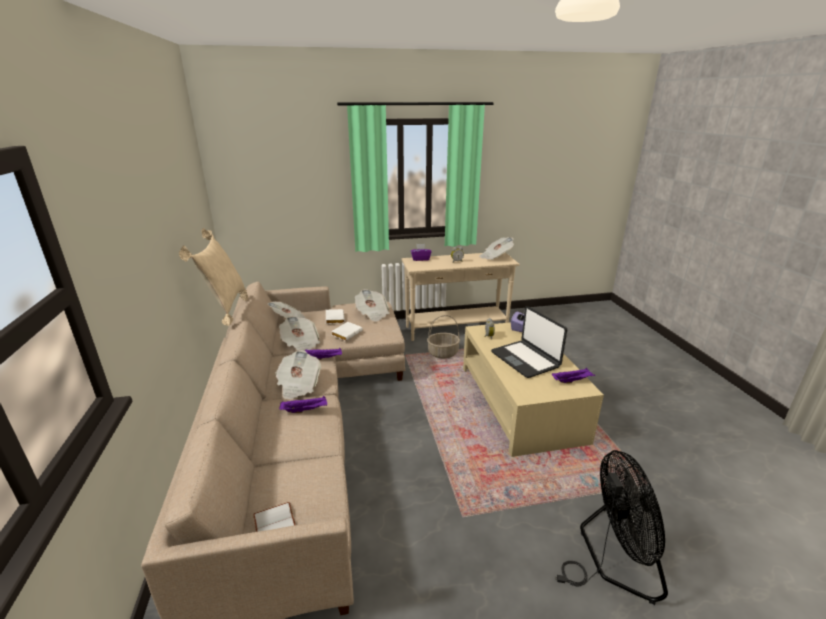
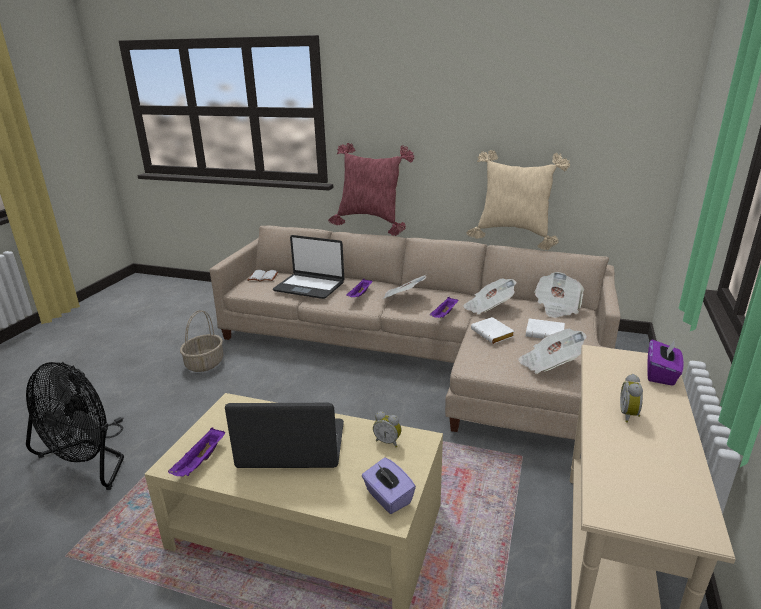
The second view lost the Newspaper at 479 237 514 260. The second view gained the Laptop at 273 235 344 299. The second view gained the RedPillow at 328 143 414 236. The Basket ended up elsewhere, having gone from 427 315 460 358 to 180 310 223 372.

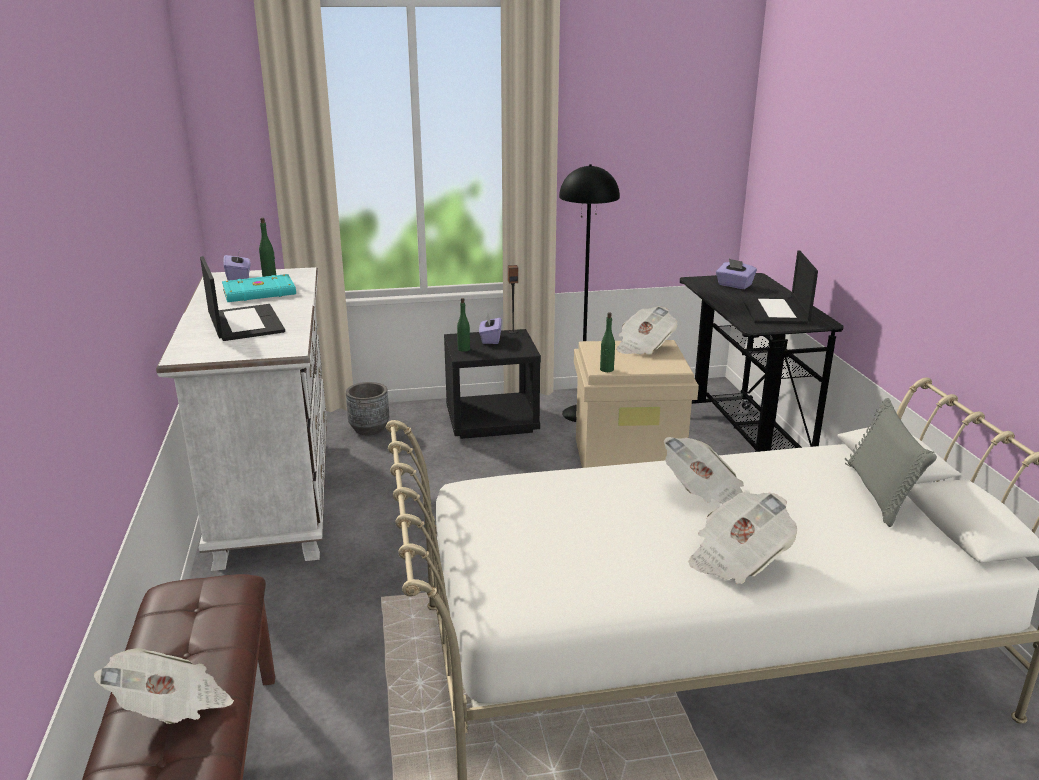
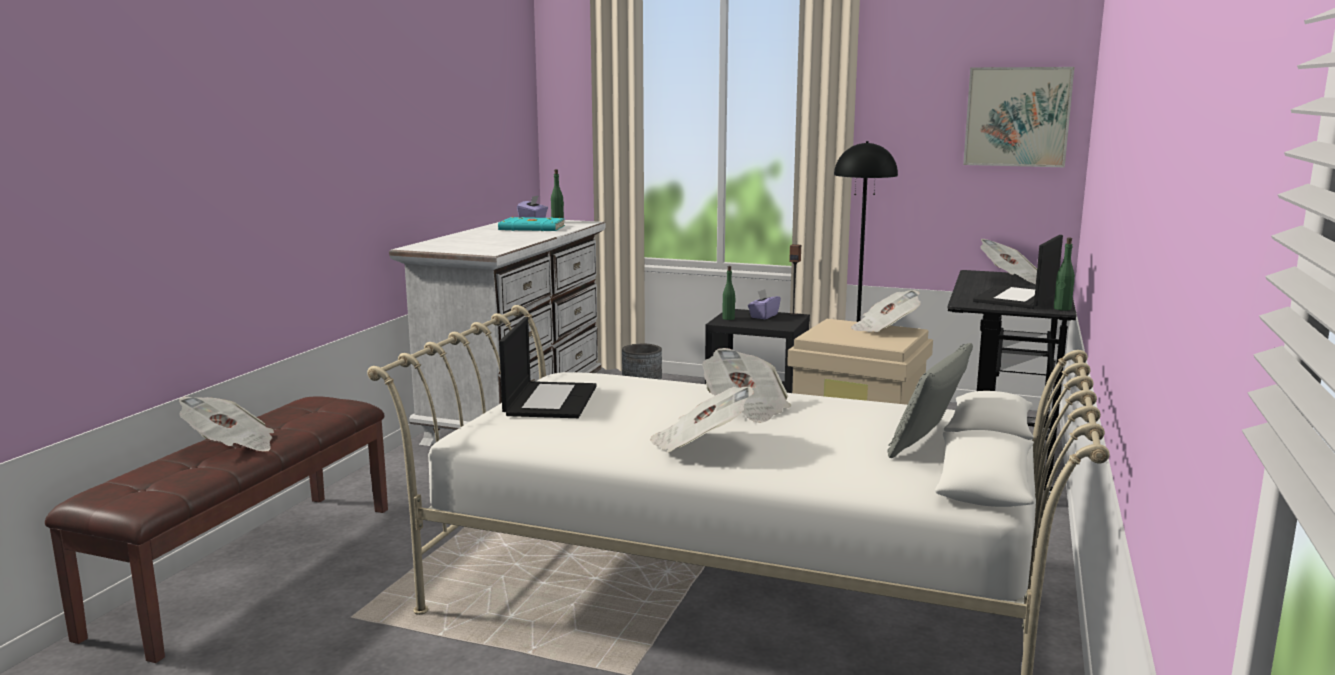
The second view gained the Picture at 963 67 1075 167. The Laptop ended up elsewhere, having gone from 200 256 285 341 to 499 317 597 418. The GreenBottle ended up elsewhere, having gone from 600 312 615 372 to 1054 237 1075 311. Where the PurpleTissueBox stood at 716 259 757 289, the Newspaper came to stand at 981 239 1037 284.

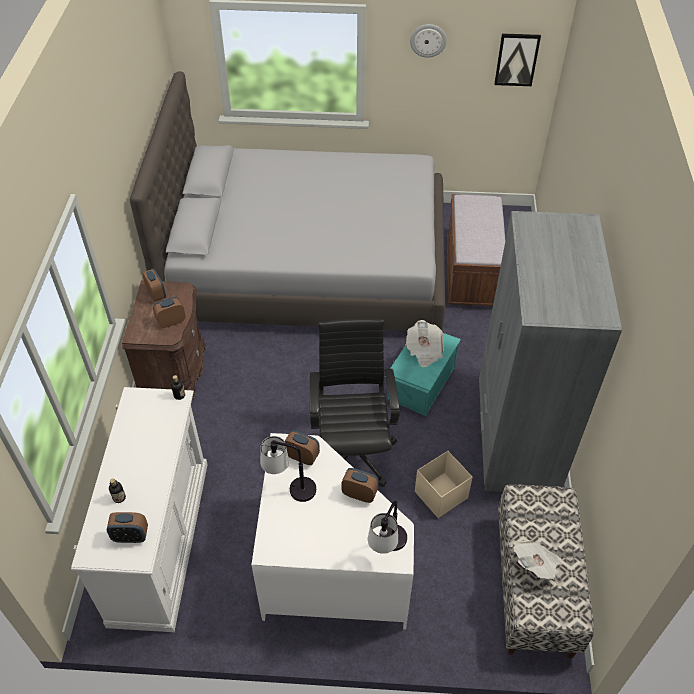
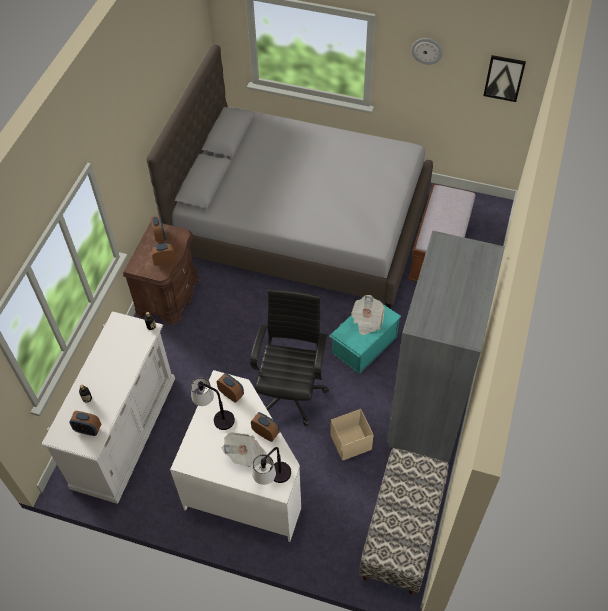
The Newspaper ended up elsewhere, having gone from 514 540 562 579 to 222 432 266 467.

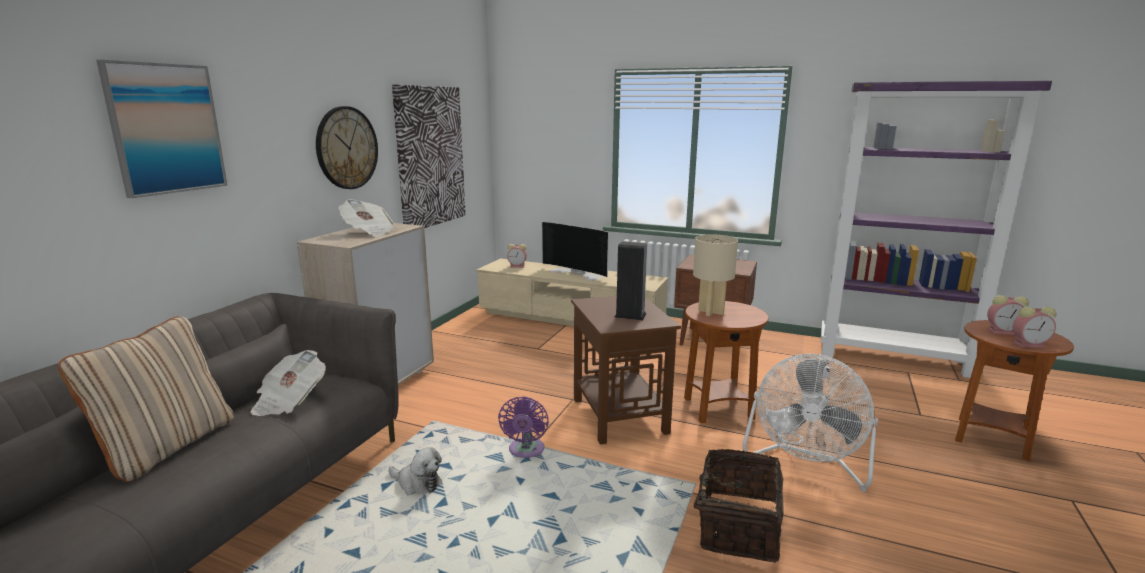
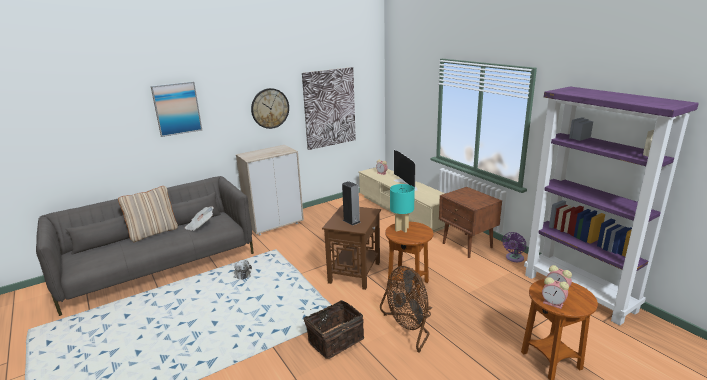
The second view lost the Newspaper at 338 199 396 237. The PurpleFan ended up elsewhere, having gone from 498 396 549 458 to 502 232 526 262. What was the BeigeTableLamp at 693 235 738 316 turned into the TurquoiseTableLamp at 390 184 415 233. What was the WhiteFan at 742 354 878 492 turned into the BrownFan at 380 266 431 353.

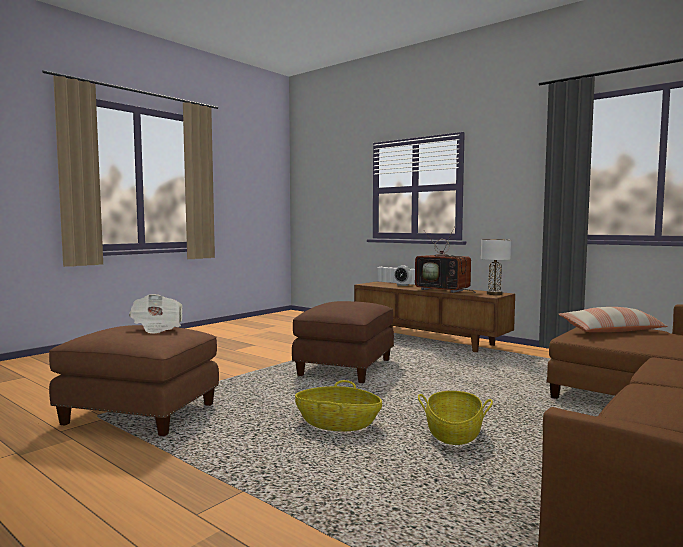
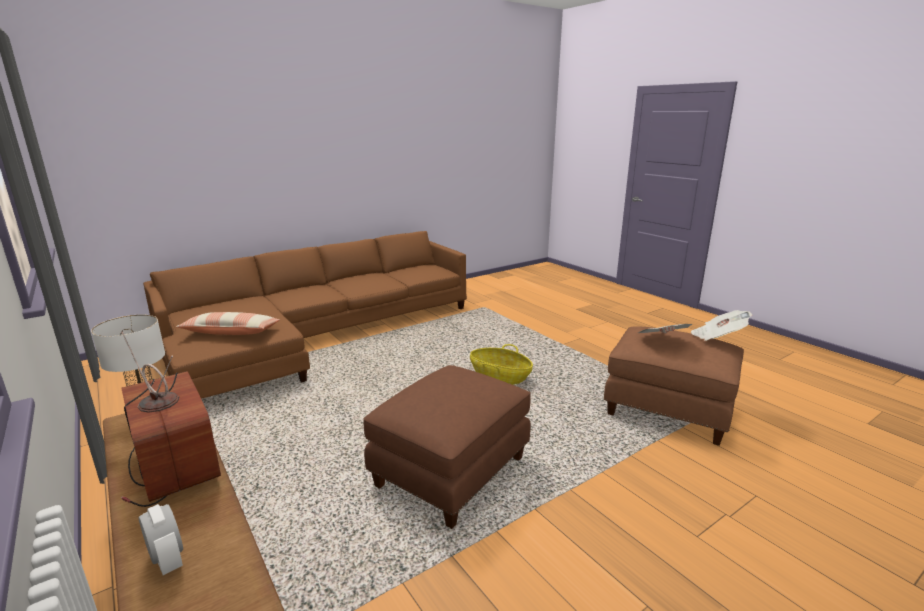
The second view lost the Basket at 418 391 493 445. The second view gained the Newspaper at 691 310 753 341.

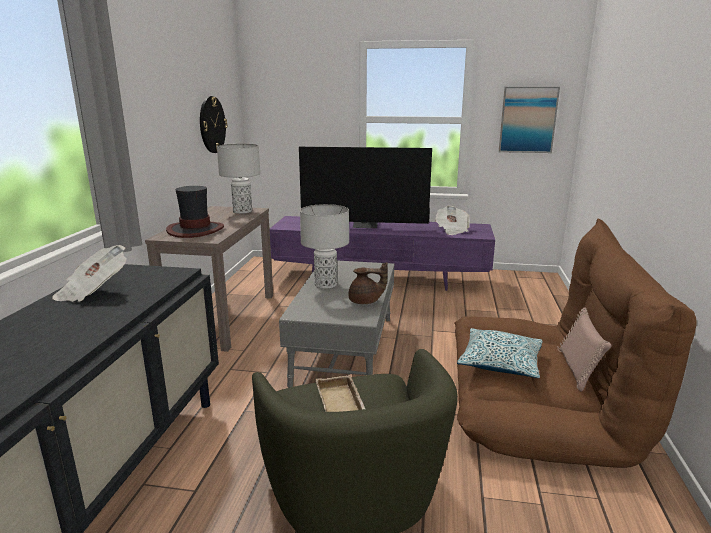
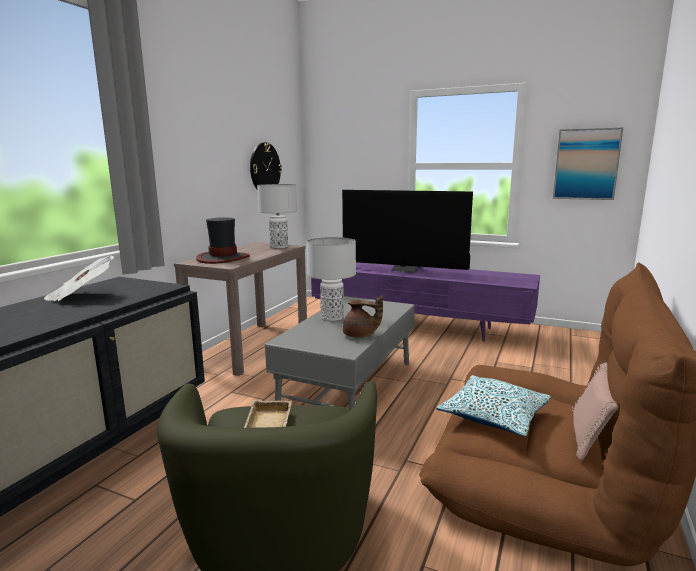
The second view lost the Newspaper at 435 206 470 235.

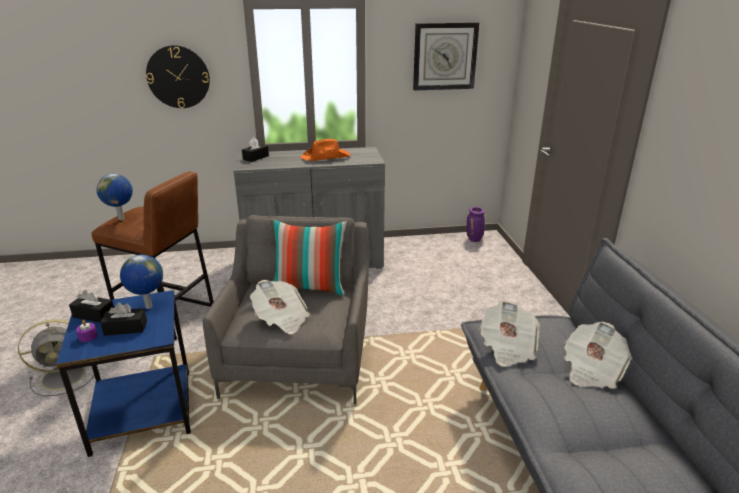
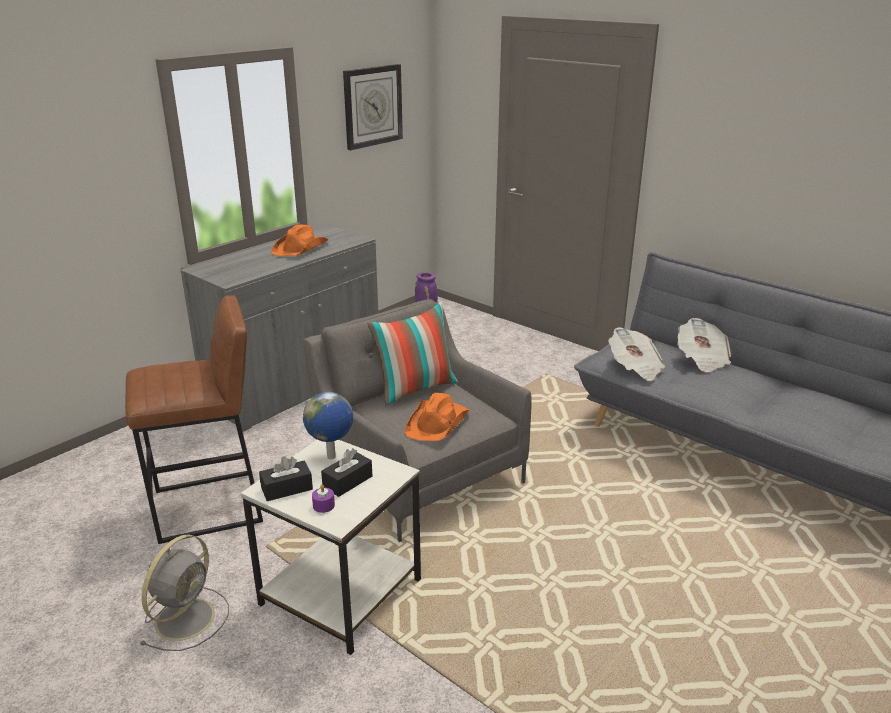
The second view lost the Globe at 96 174 133 220. The second view lost the WallClock at 146 45 210 108. The second view lost the BlackTissueBox at 242 137 269 162. Where the Newspaper stood at 250 280 310 334, the OrangeHat came to stand at 404 393 470 441. What was the BlueSideTable at 56 290 191 457 turned into the WhiteSideTable at 241 440 421 655.

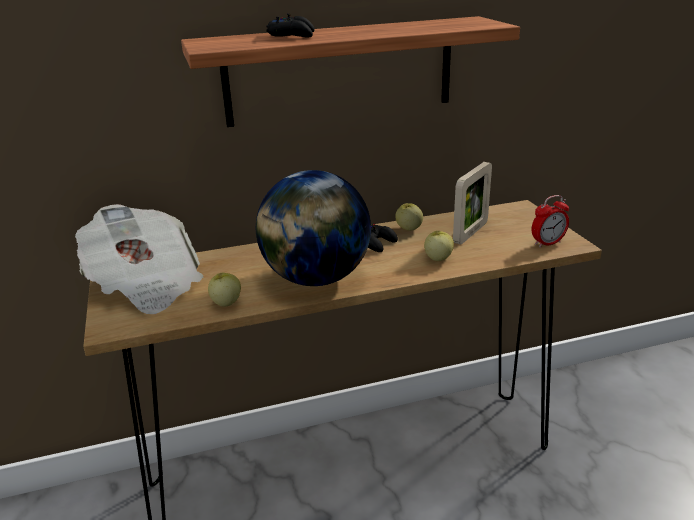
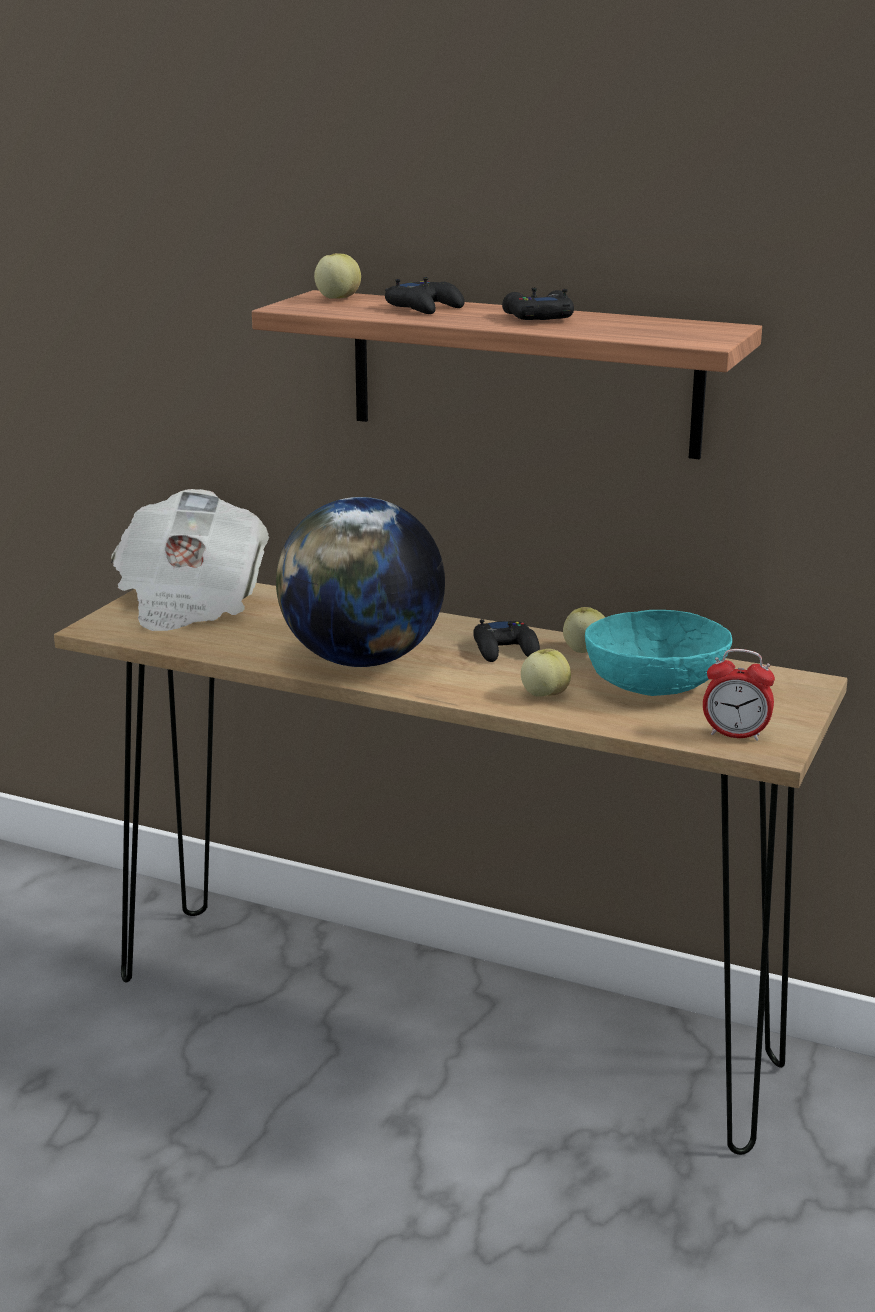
The second view gained the BlackGameController at 502 288 574 320. The Apple ended up elsewhere, having gone from 208 273 241 307 to 314 253 361 299. Where the PictureFrame stood at 453 162 492 244, the TurquoiseBowl came to stand at 585 610 732 696.

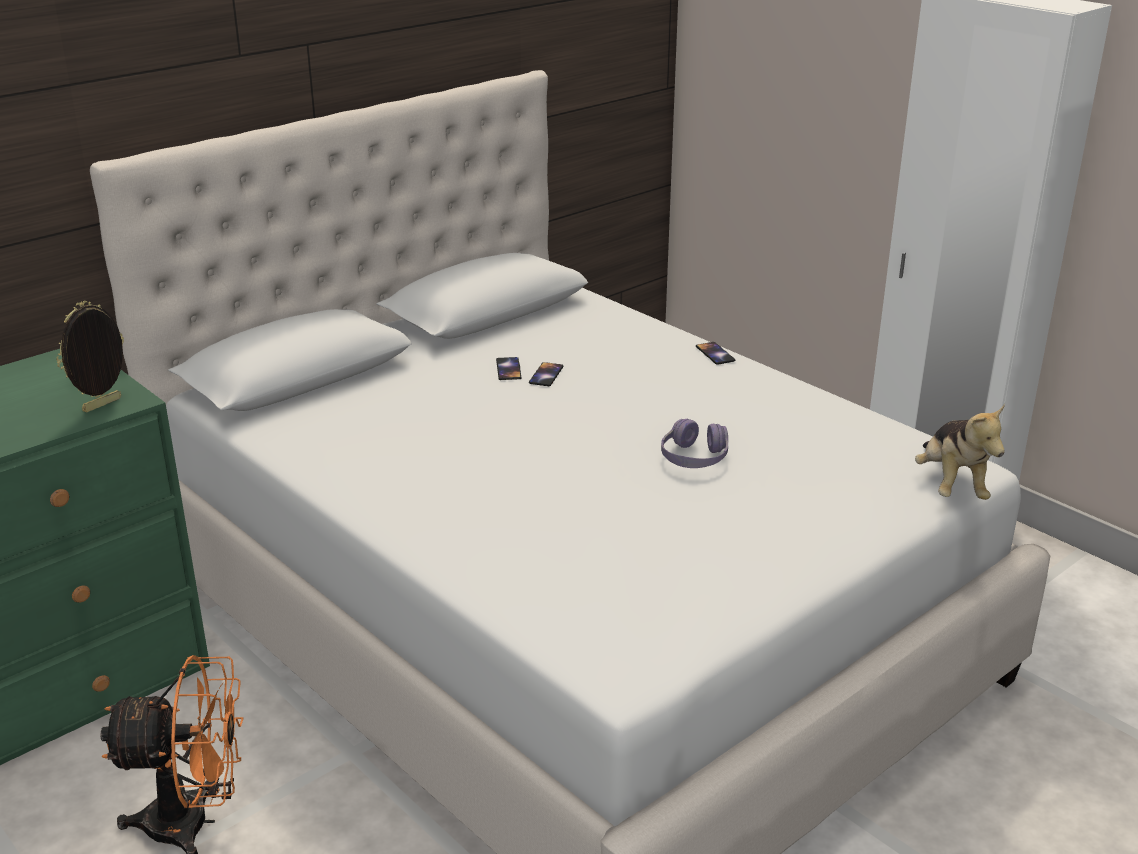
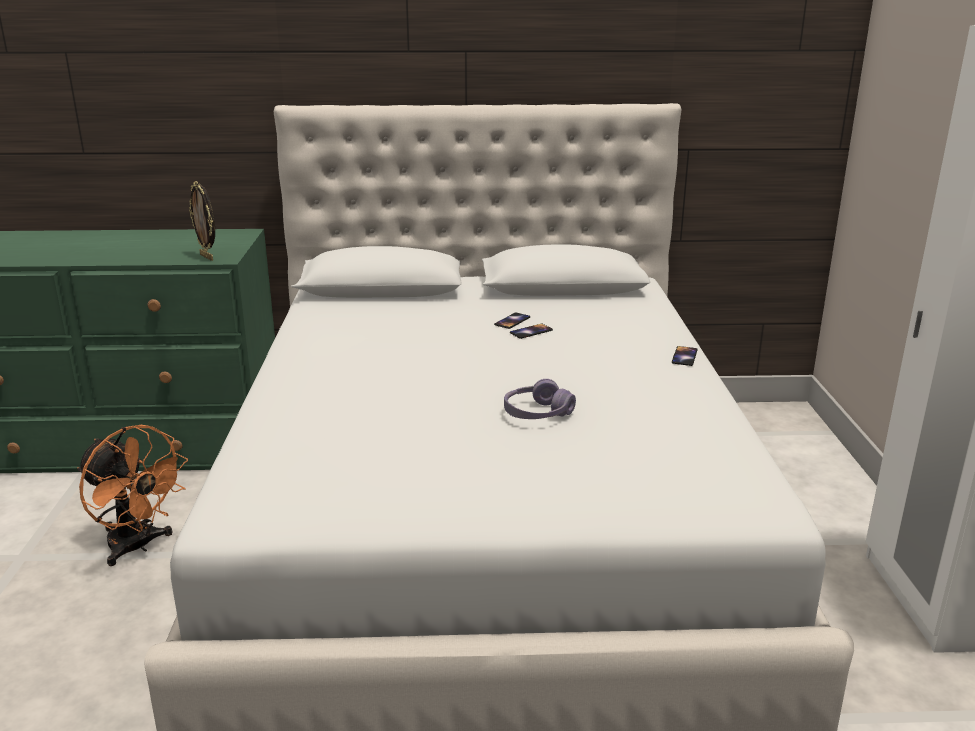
The second view lost the PlushToy at 915 404 1005 500. The PictureFrame at 56 301 124 413 ended up facing another way, 120 degrees counterclockwise from before.

